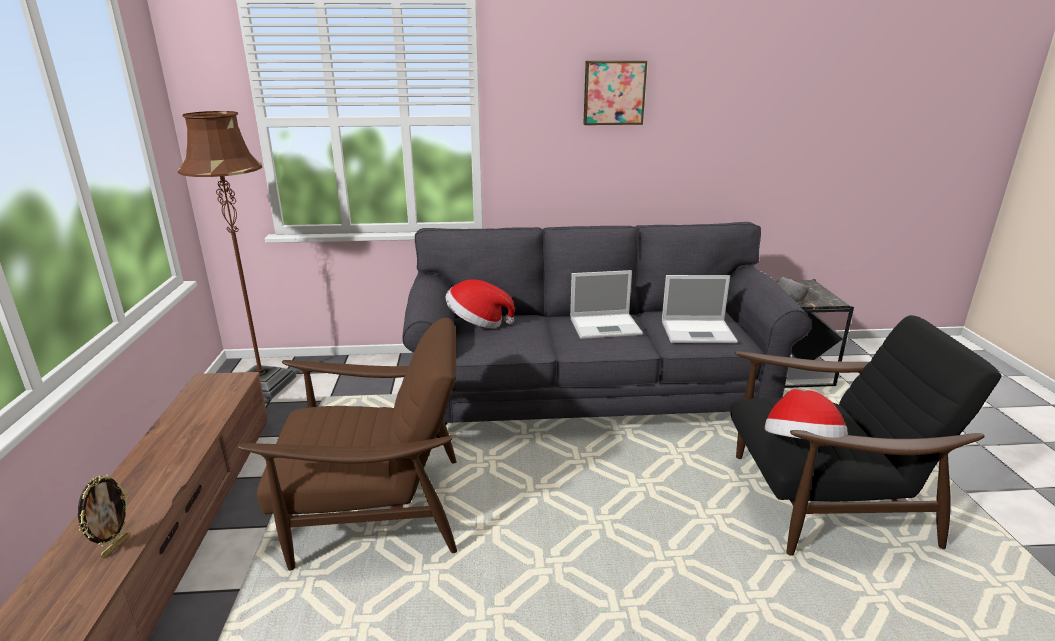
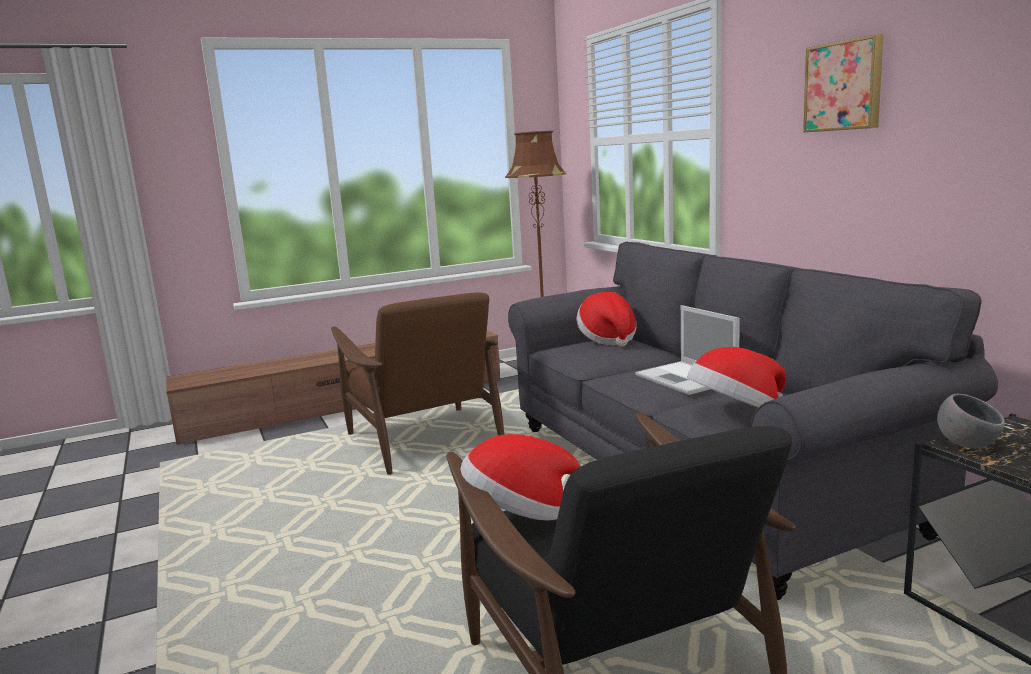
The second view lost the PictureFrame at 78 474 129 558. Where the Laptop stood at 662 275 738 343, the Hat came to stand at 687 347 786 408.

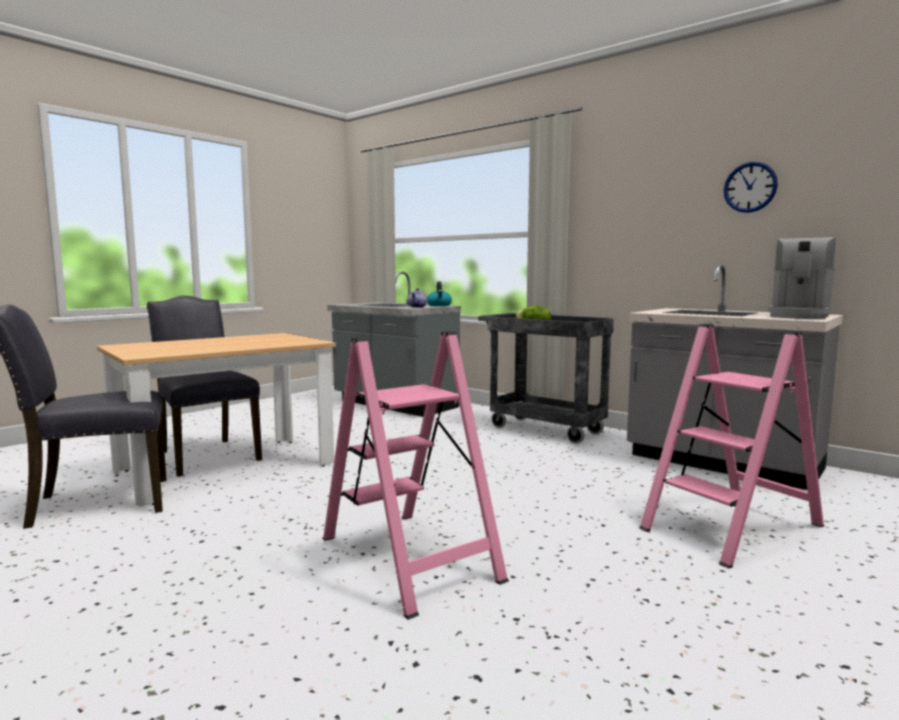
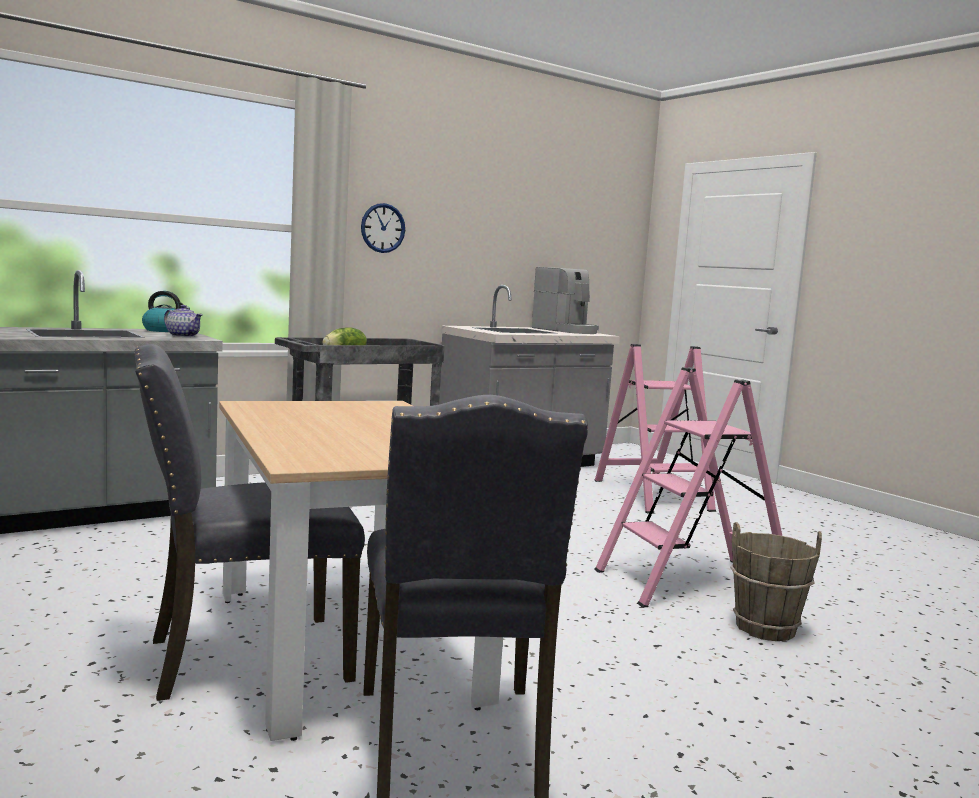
The second view gained the BrownBucket at 730 522 822 641. The WallClock ended up elsewhere, having gone from 724 162 778 213 to 361 203 405 253.

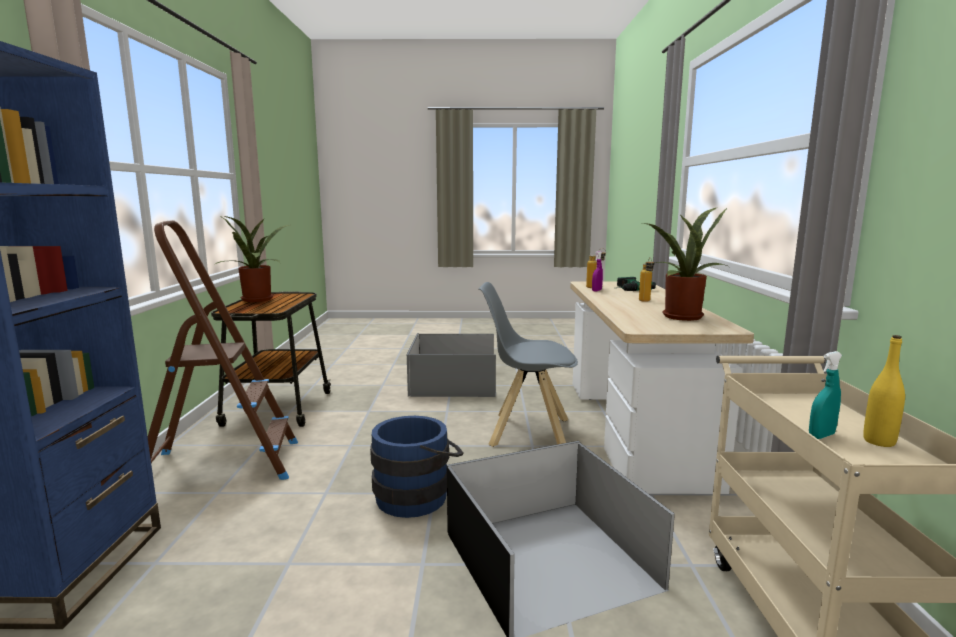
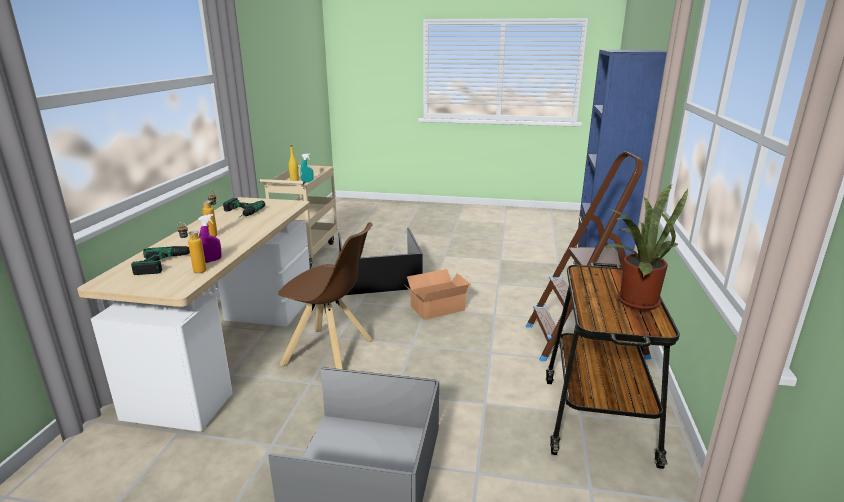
Where the BlueBucket stood at 370 416 464 518, the CardboardBox came to stand at 405 269 471 320. Where the PottedPlant stood at 643 207 729 321, the PowerDrill came to stand at 223 198 265 217. What was the GreyChair at 478 282 578 447 turned into the BrownChair at 278 222 373 369.

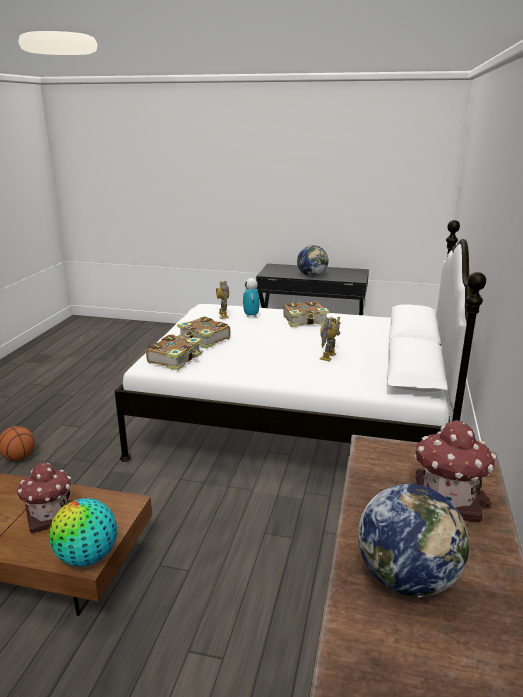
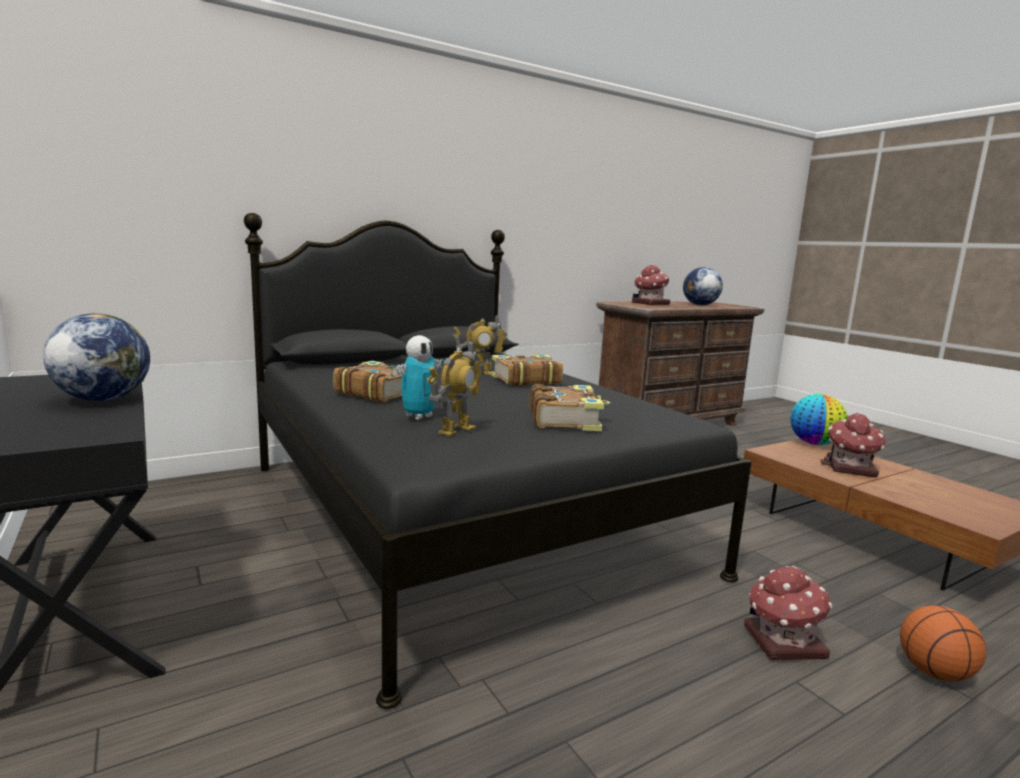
The second view gained the ToyHouse at 744 566 832 660. The Book ended up elsewhere, having gone from 146 334 202 370 to 491 354 563 386. What was the WhiteBed at 114 220 486 462 turned into the BlackBed at 244 213 752 709.

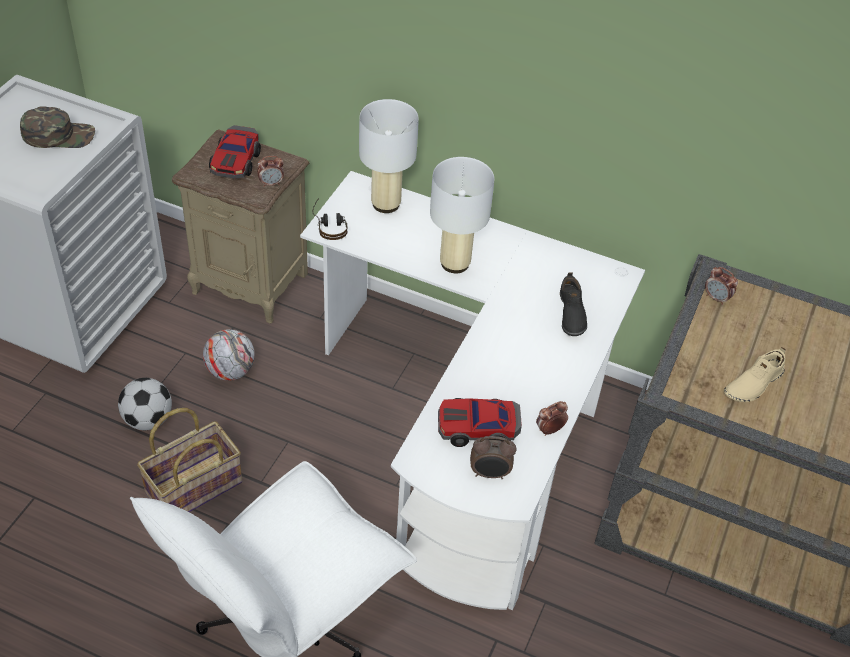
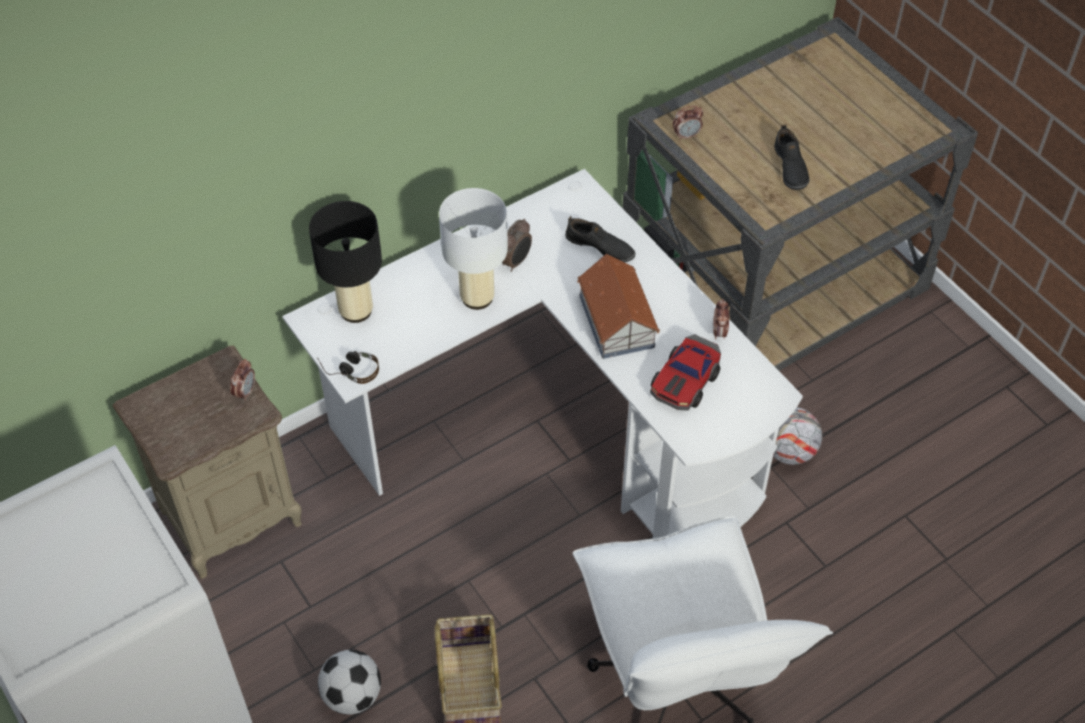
The second view lost the GreenCap at 20 106 95 148. The second view lost the ToyCar at 209 125 261 179. The second view gained the ToyHouse at 577 254 660 359. The Football ended up elsewhere, having gone from 203 329 255 381 to 773 407 822 465. The AlarmClock ended up elsewhere, having gone from 470 436 516 479 to 502 219 532 272. What was the WhiteTableLamp at 359 99 419 213 turned into the BlackTableLamp at 309 201 382 323. What was the BeigeShoe at 724 347 786 402 turned into the BlackShoe at 774 125 810 190.

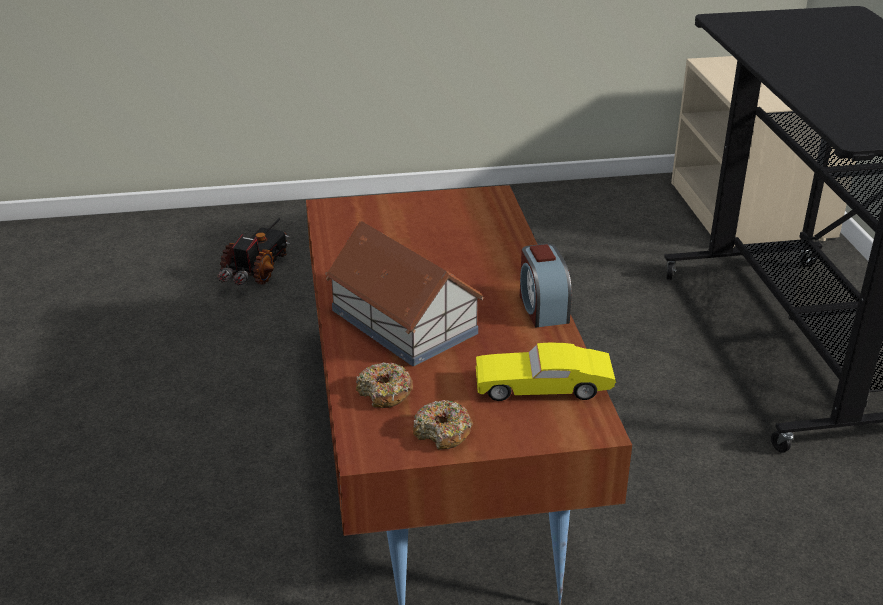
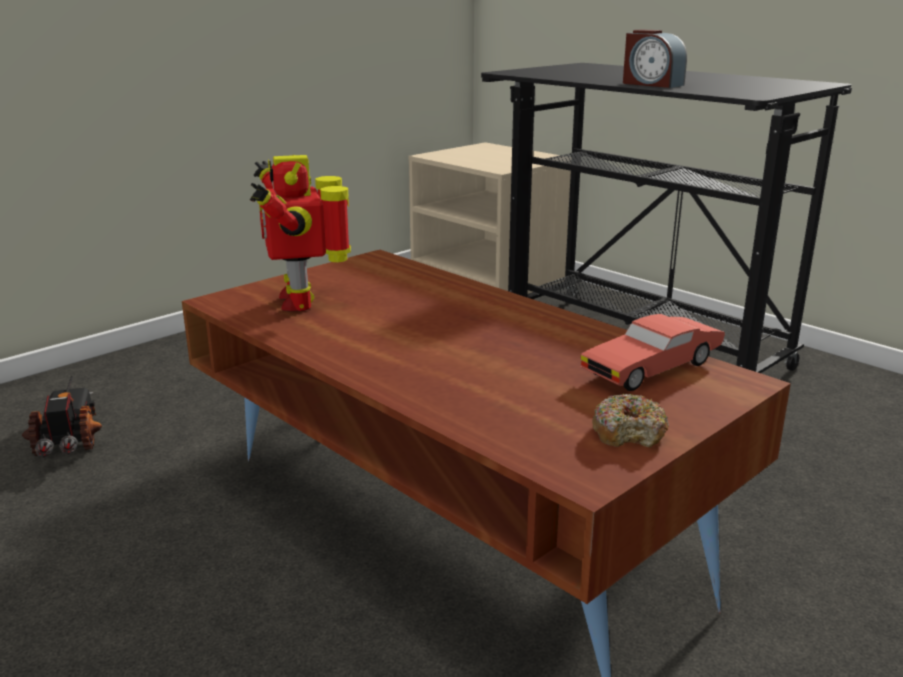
The second view lost the ToyHouse at 325 221 484 366. The second view lost the Donut at 356 362 413 408. The second view gained the ToyRobot at 250 154 351 311. The AlarmClock ended up elsewhere, having gone from 520 244 572 328 to 623 29 687 88. What was the YellowToyCar at 476 343 616 401 turned into the RedToyCar at 580 314 725 391.

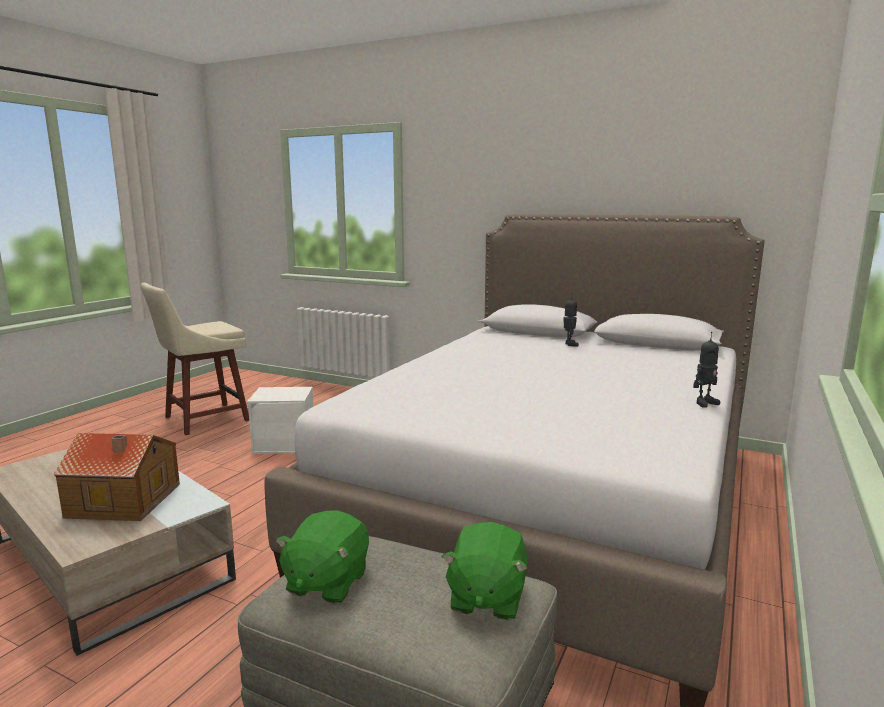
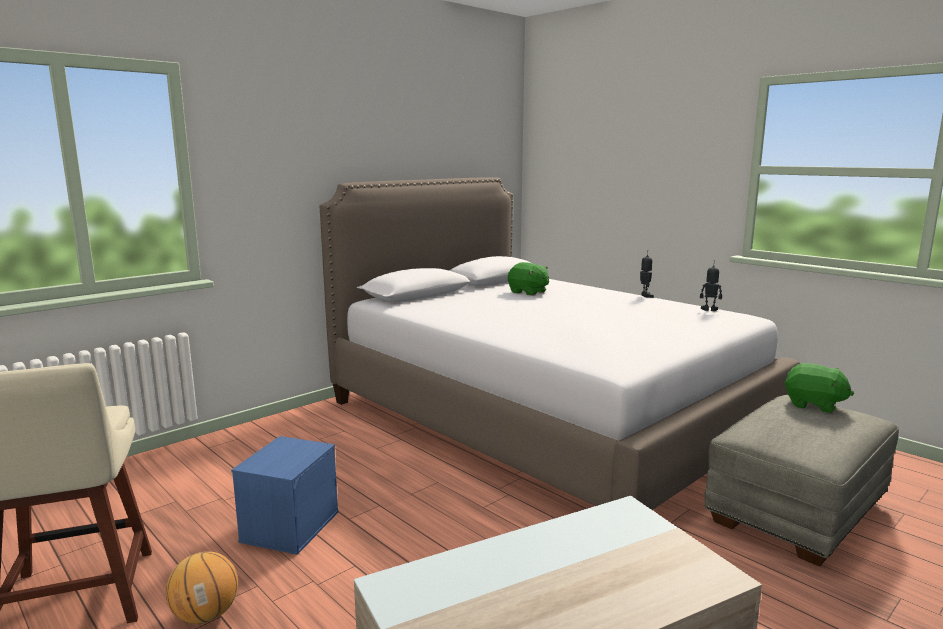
The second view lost the ToyHouse at 54 433 180 521. The second view gained the Basketball at 166 551 238 624. The GreenPlushToy ended up elsewhere, having gone from 275 511 369 604 to 508 262 549 296. The ToyRobot ended up elsewhere, having gone from 564 293 579 347 to 700 260 722 311. What was the WhiteStorageBox at 247 387 313 454 turned into the BlueStorageBox at 231 436 339 555.

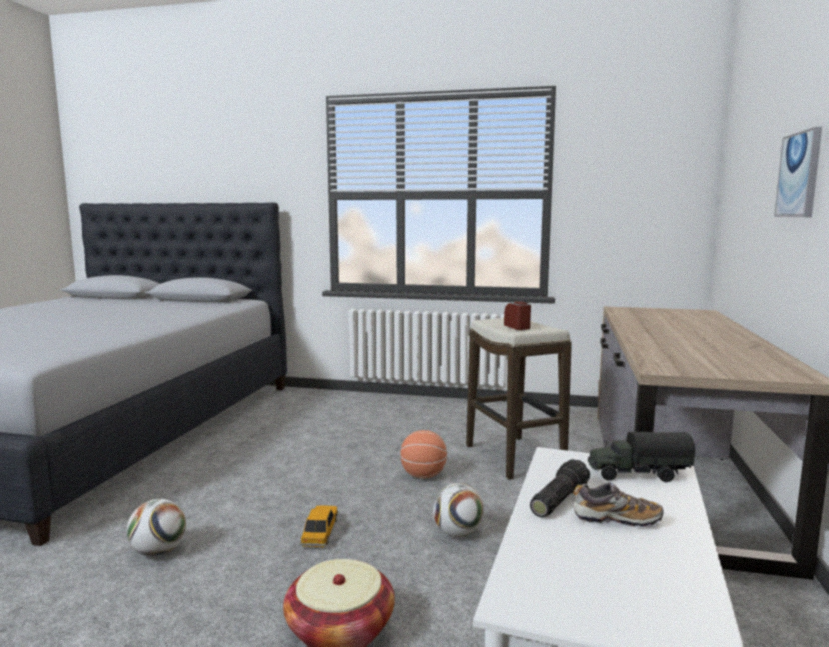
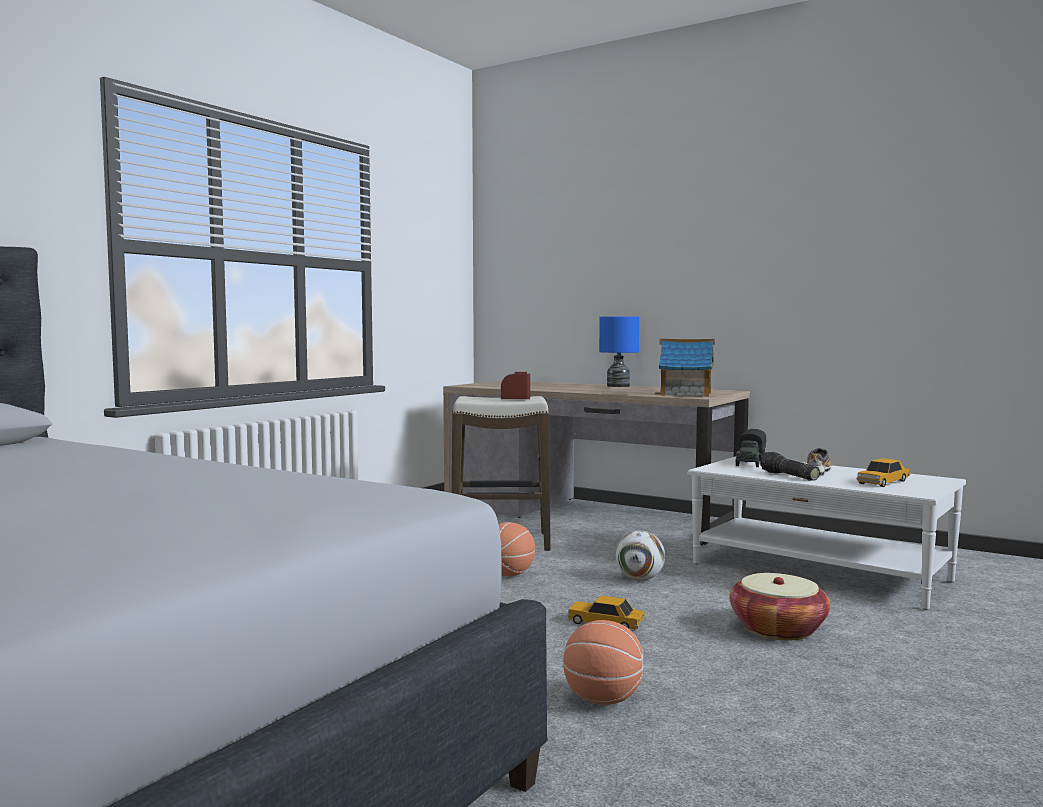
The second view lost the Picture at 774 127 822 217. The second view gained the BlueTableLamp at 599 316 639 387. The second view gained the ToyHouse at 655 339 715 397. The second view gained the ToyCar at 857 458 910 487. Where the Football stood at 127 499 186 557, the Basketball came to stand at 563 620 644 705.

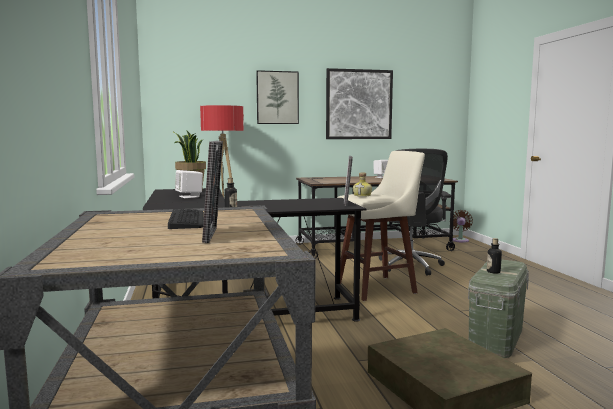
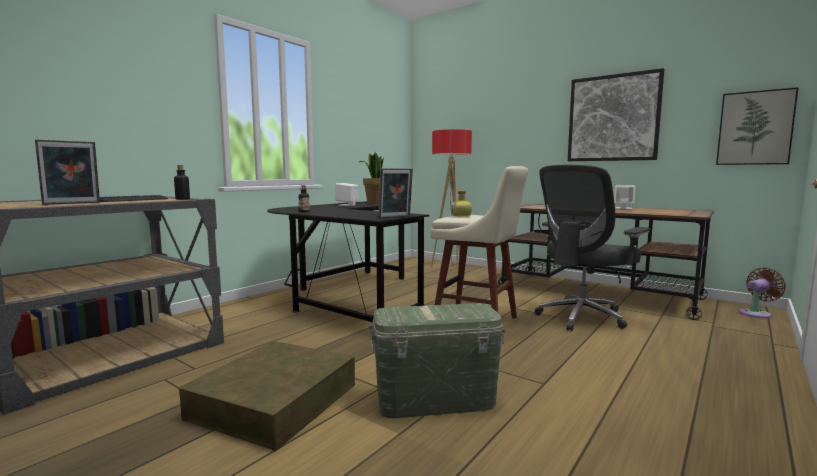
The Picture ended up elsewhere, having gone from 256 70 299 124 to 716 87 799 165. The Bottle ended up elsewhere, having gone from 487 238 502 274 to 174 165 190 200.

